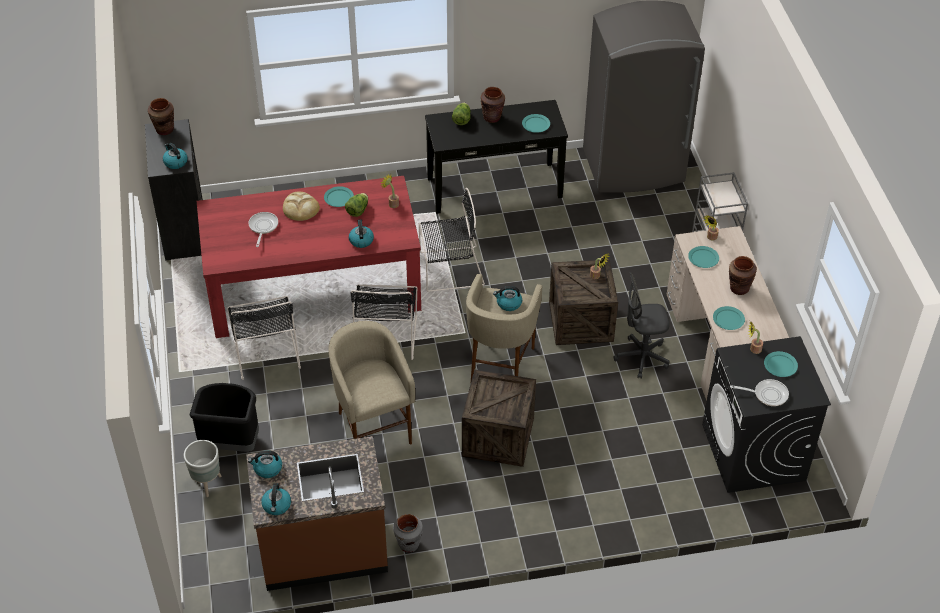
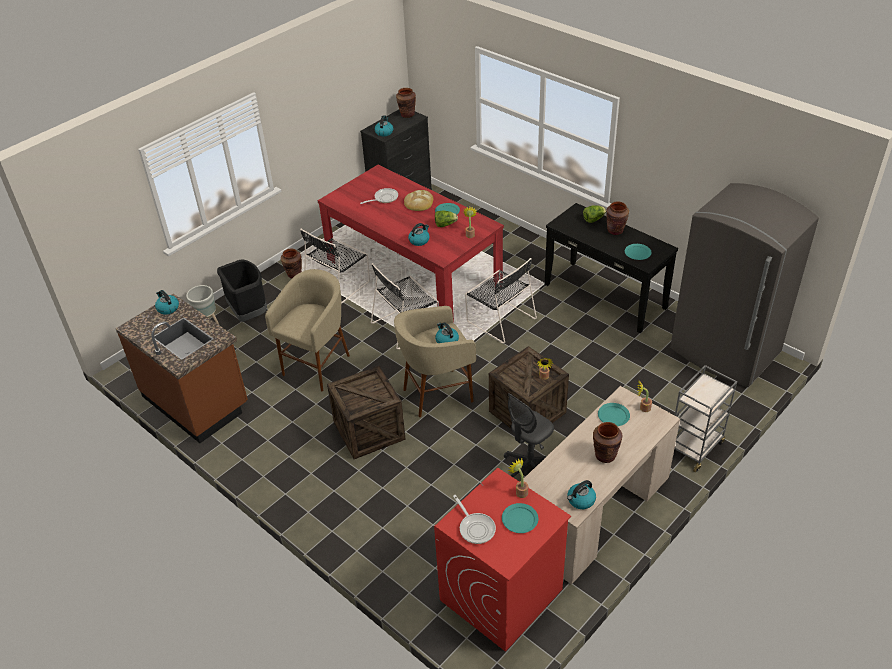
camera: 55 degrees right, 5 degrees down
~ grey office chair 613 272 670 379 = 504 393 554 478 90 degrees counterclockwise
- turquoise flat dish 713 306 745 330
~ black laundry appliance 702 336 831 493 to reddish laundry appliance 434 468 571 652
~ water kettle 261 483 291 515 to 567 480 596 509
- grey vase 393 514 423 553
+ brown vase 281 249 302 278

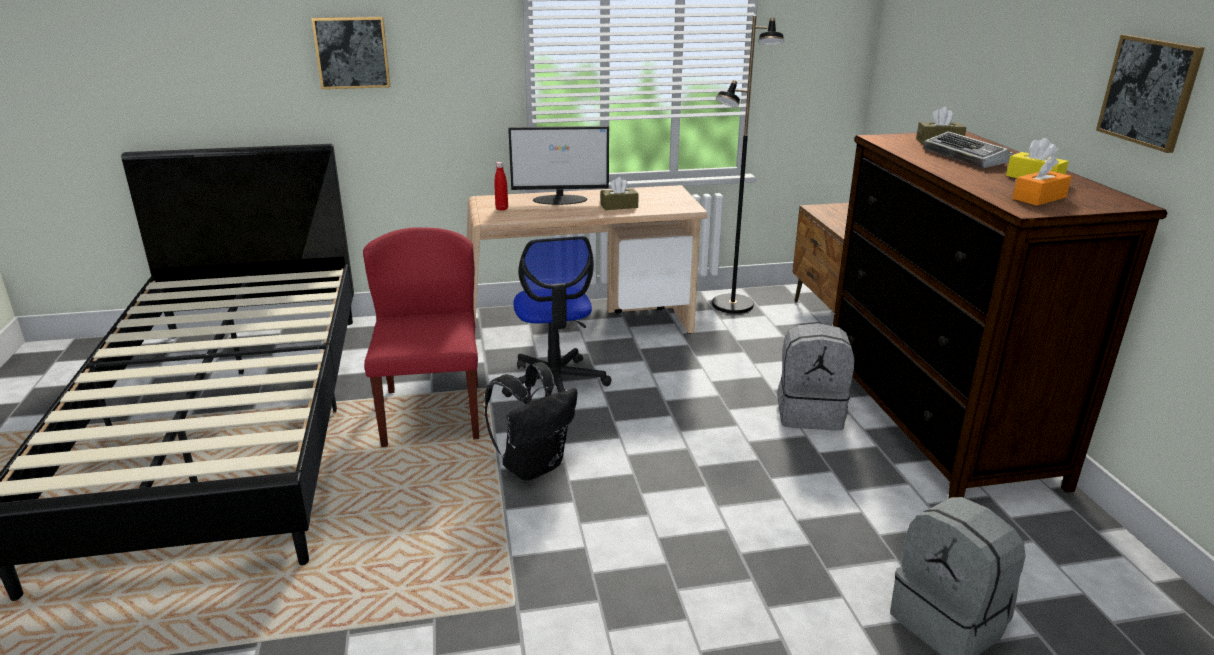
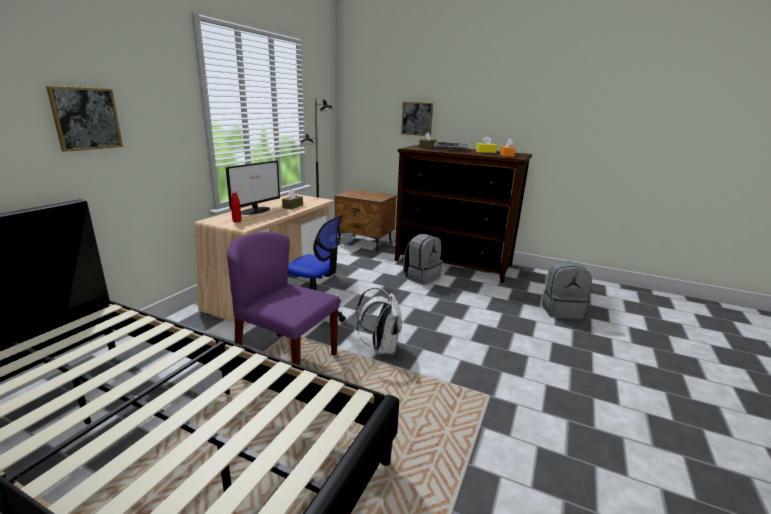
camera: 55 degrees left, 5 degrees down
~ picture 1096 34 1205 153 to 401 102 433 136
~ reddish upright chair 363 228 479 447 to purplish upright chair 227 232 340 365
~ black knapsack 484 362 578 481 to whitish knapsack 356 286 402 355

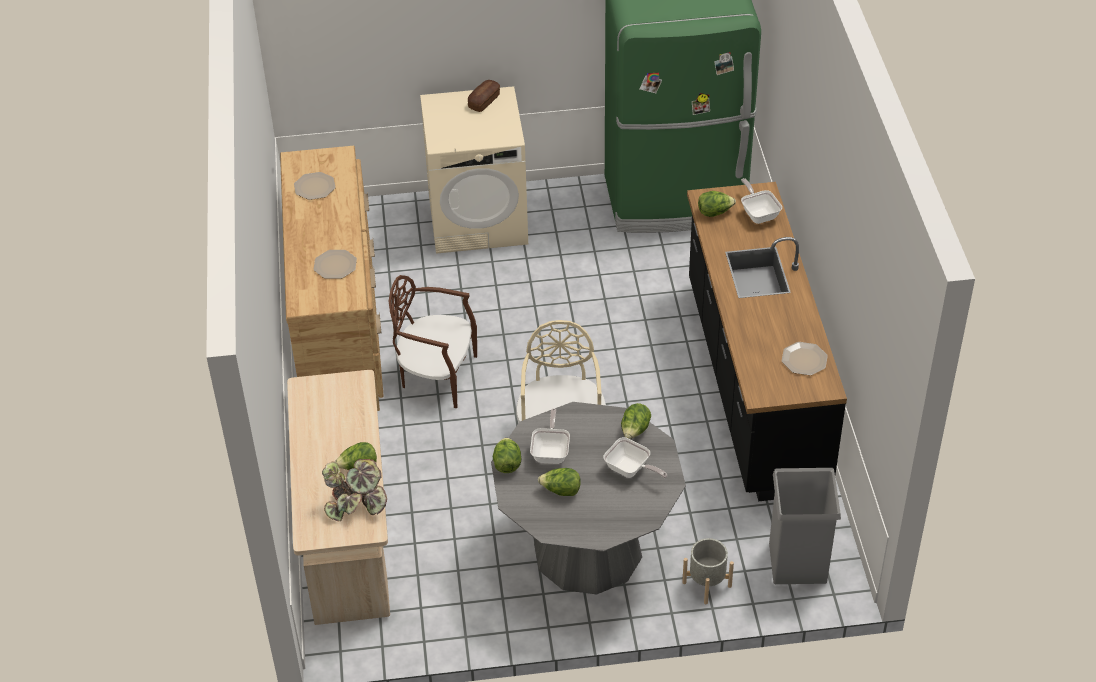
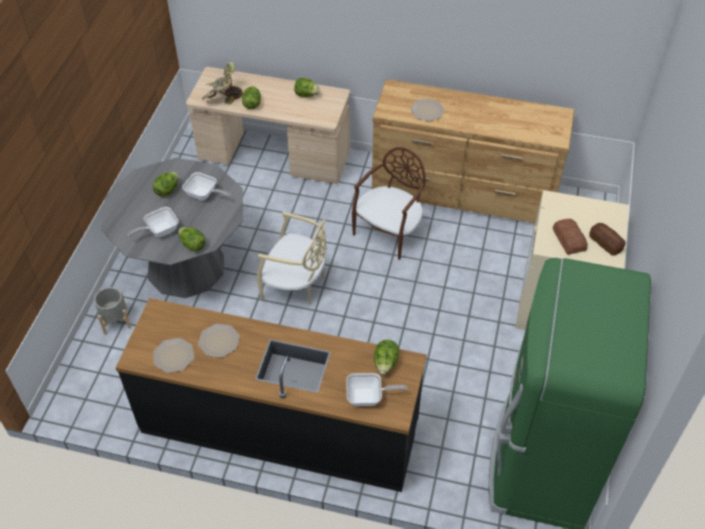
camera: 110 degrees right, 5 degrees up
~ flat dish 294 172 336 200 to 198 323 240 357
~ lettuce 493 438 522 473 to 294 78 320 98
- grey rubbish bin 769 468 841 584
+ bread 552 219 588 255

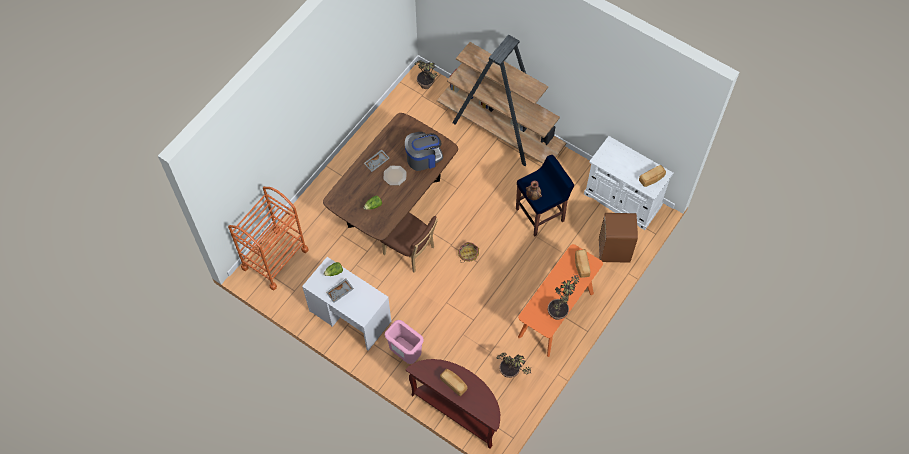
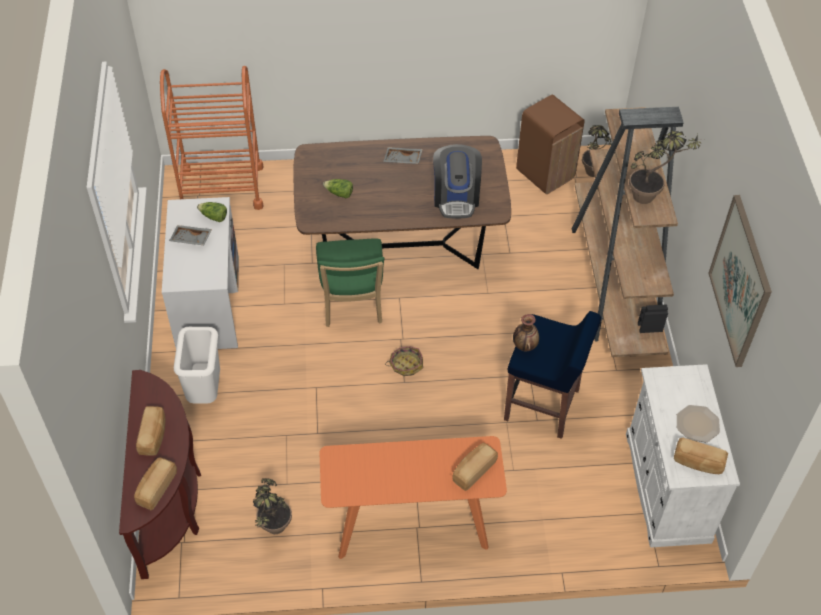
camera: 50 degrees right, 10 degrees down
~ coffee brewer 405 132 443 171 = 433 144 482 218 60 degrees clockwise
~ flat dish 384 166 407 185 to 677 405 720 442
~ brown upright chair 381 213 438 273 to greenish upright chair 316 238 384 327
~ brown rubbish bin 599 213 638 263 to 516 95 585 194
~ houseplant 548 274 580 320 to 629 130 701 204
~ pinkish rubbish bin 385 320 424 364 to whitish rubbish bin 174 327 220 404
+ picture 709 195 772 367
+ bread 134 458 177 510

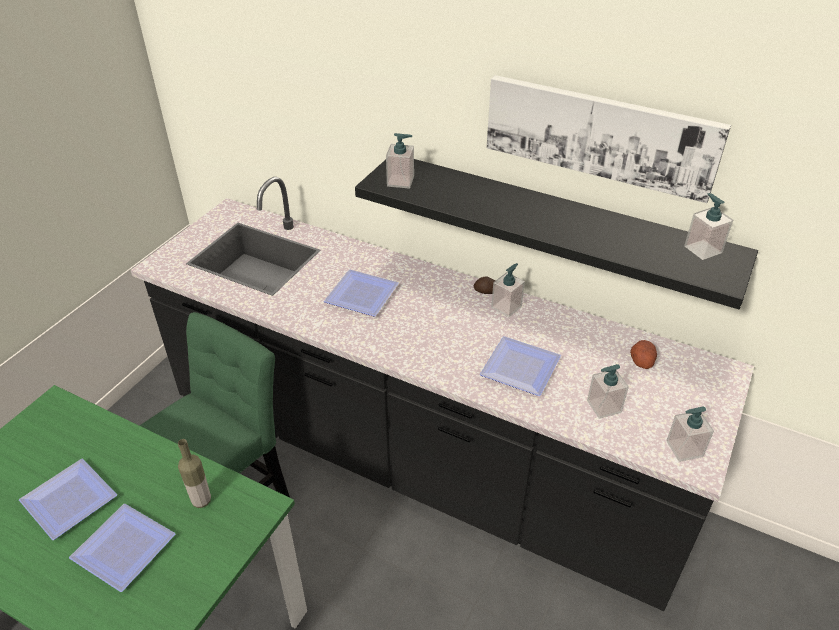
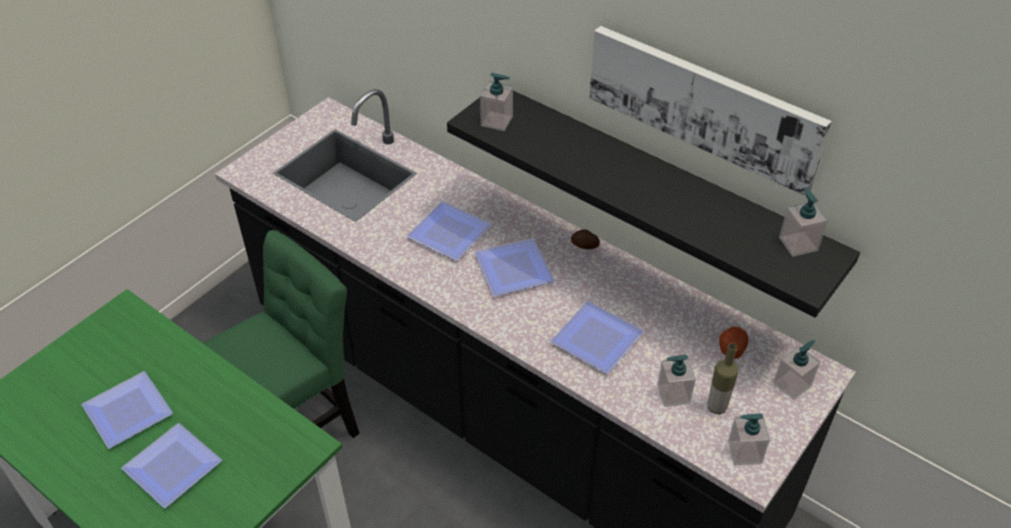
camera: 10 degrees right, 5 degrees up
~ soap bottle 491 263 525 317 to 773 340 820 400
~ drink bottle 178 439 211 508 to 707 343 739 414
+ flat dish 475 238 555 296

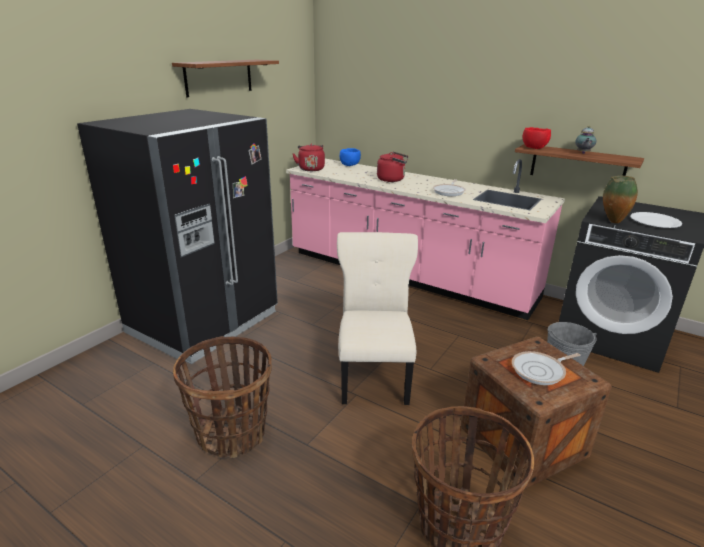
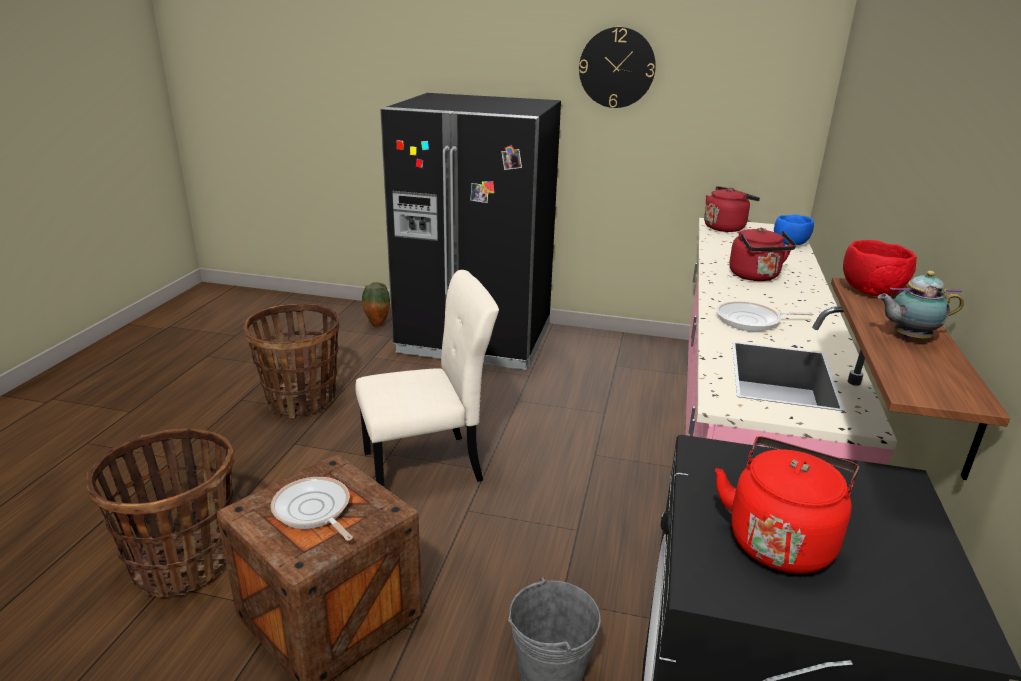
camera: 70 degrees right, 0 degrees up
~ wall shelf 172 60 279 97 to wall clock 579 27 656 108
~ vase 603 176 638 223 to 362 282 390 327
~ whitish flat dish 630 212 682 228 to reddish water kettle 715 436 859 574

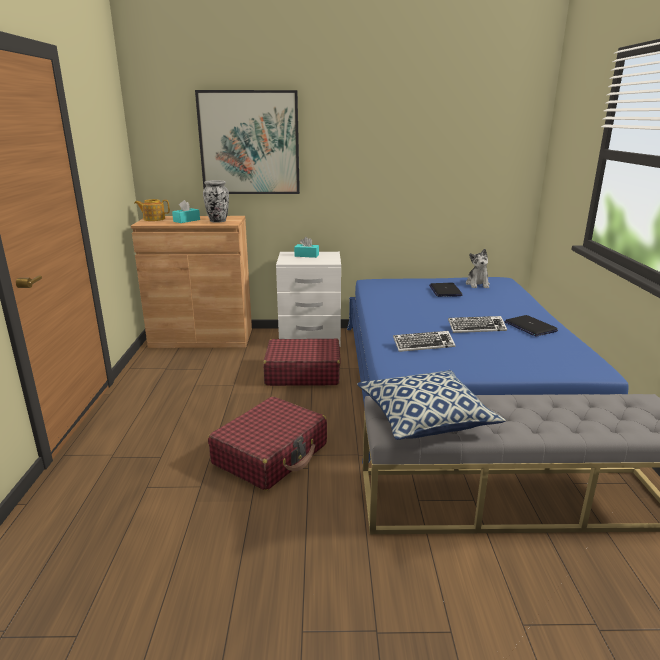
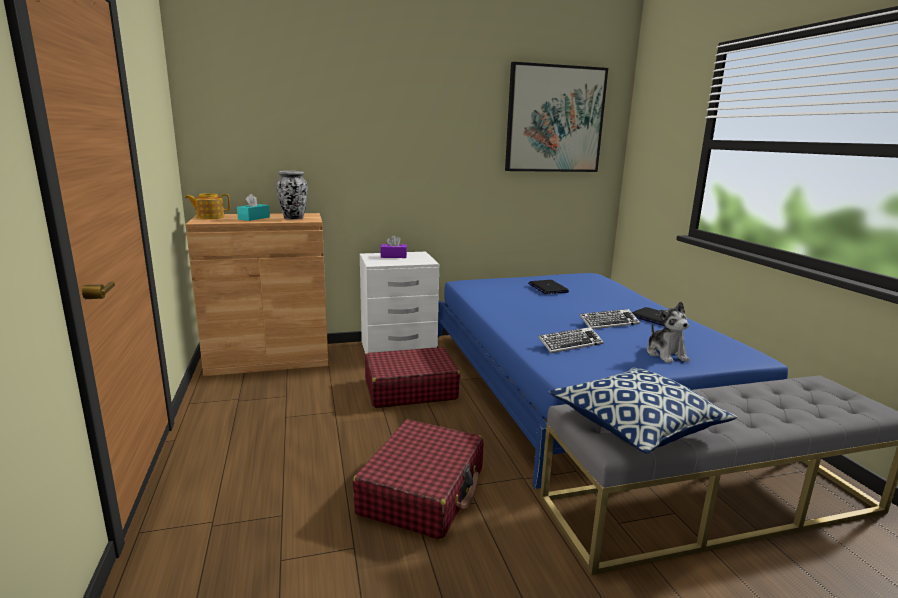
camera: 15 degrees left, 5 degrees down
~ picture 195 90 300 194 to 505 62 608 172
~ turquoise tissue holder 294 237 319 258 to purplish tissue holder 380 235 407 258
~ plush toy 466 249 490 288 to 647 302 690 363

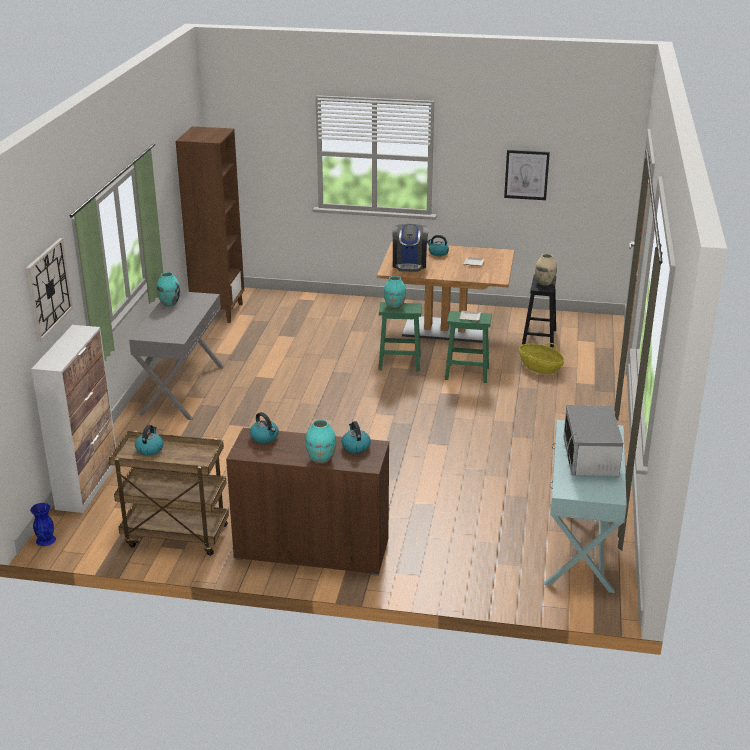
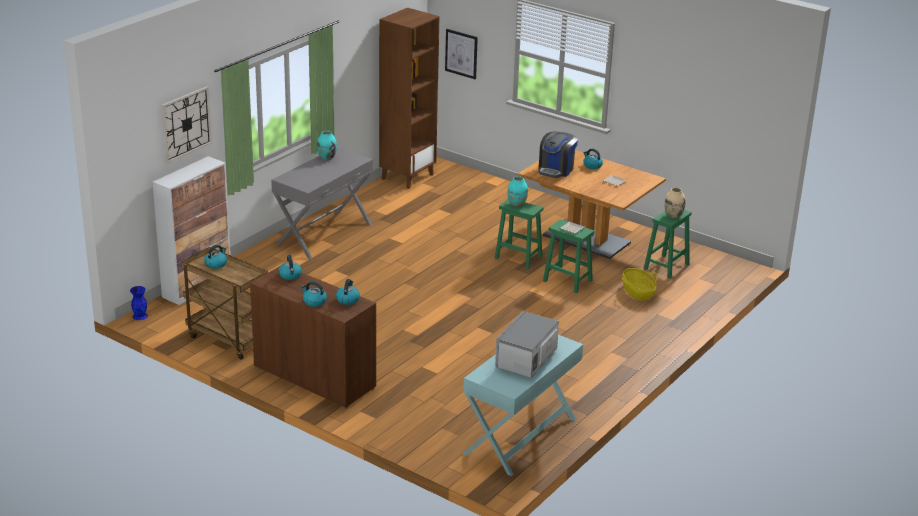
camera: 25 degrees right, 0 degrees up
~ picture 504 150 550 200 to 445 29 478 79
~ black stool 522 274 556 347 to greenish stool 644 210 692 279
~ turquoise vase 306 419 336 464 to water kettle 301 281 327 307

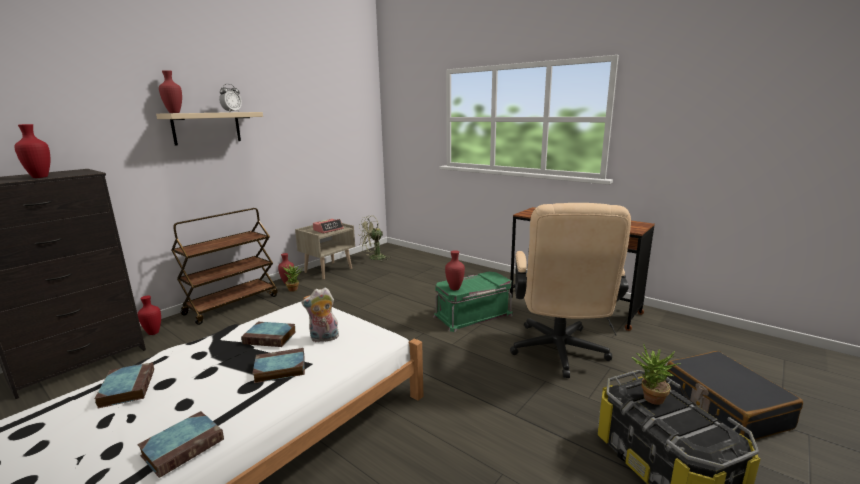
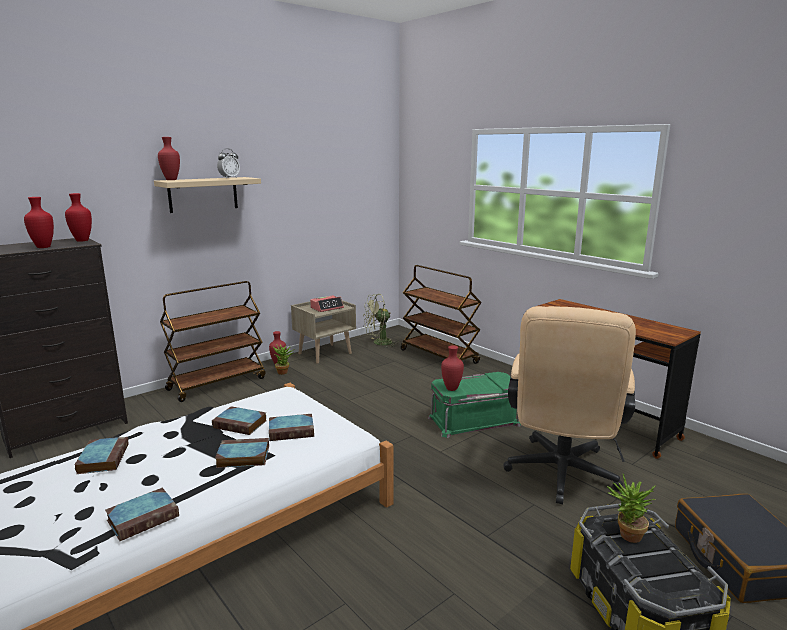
camera: 10 degrees right, 0 degrees up
~ plush toy 301 288 339 342 to volume 269 414 314 441
~ reddish vase 138 296 161 335 to 65 193 92 242
+ brown cart 401 265 482 364

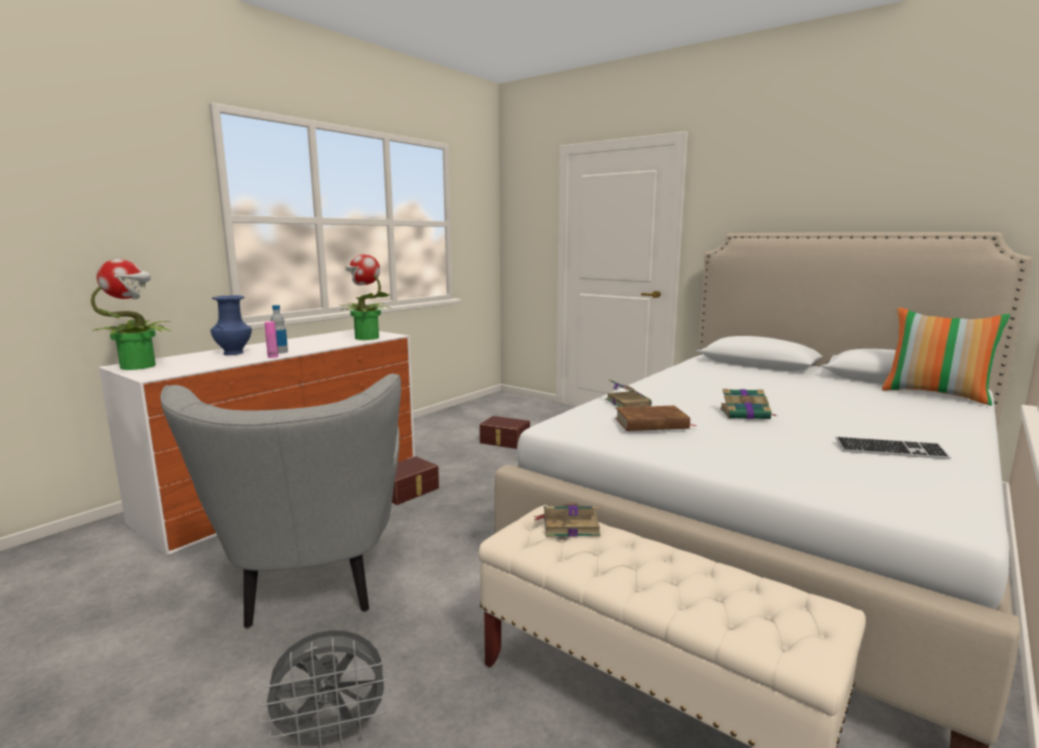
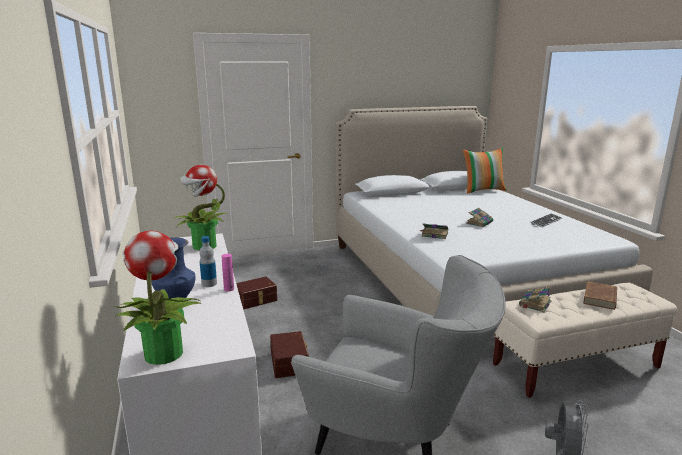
camera: 55 degrees left, 5 degrees up
~ brown volume 615 406 696 431 to 583 281 617 310

